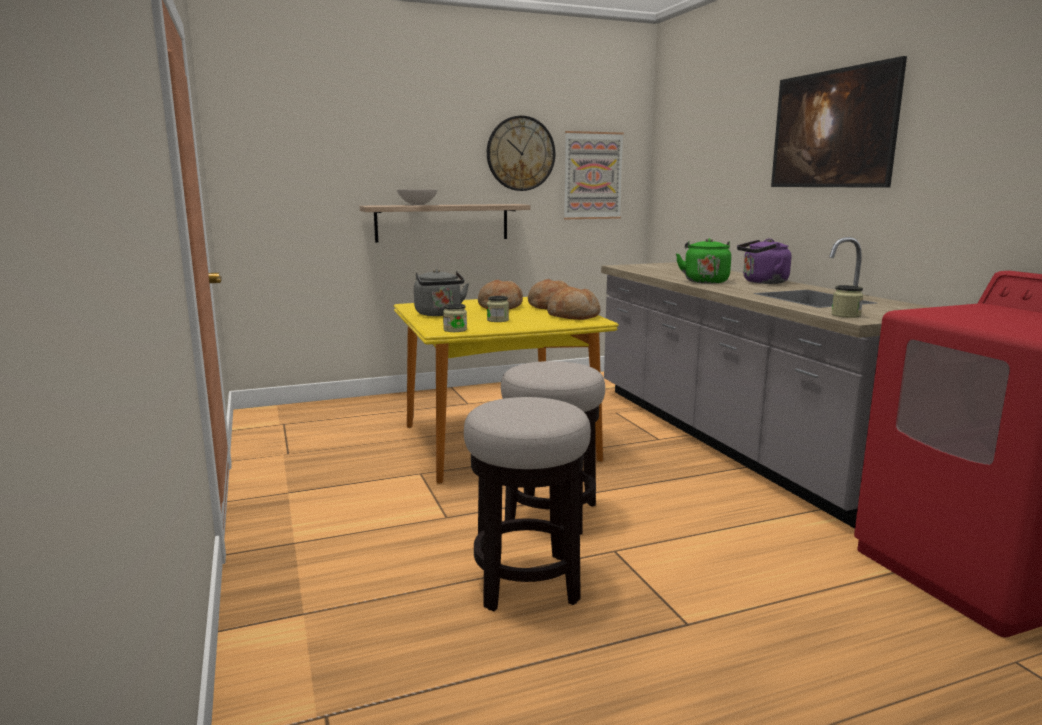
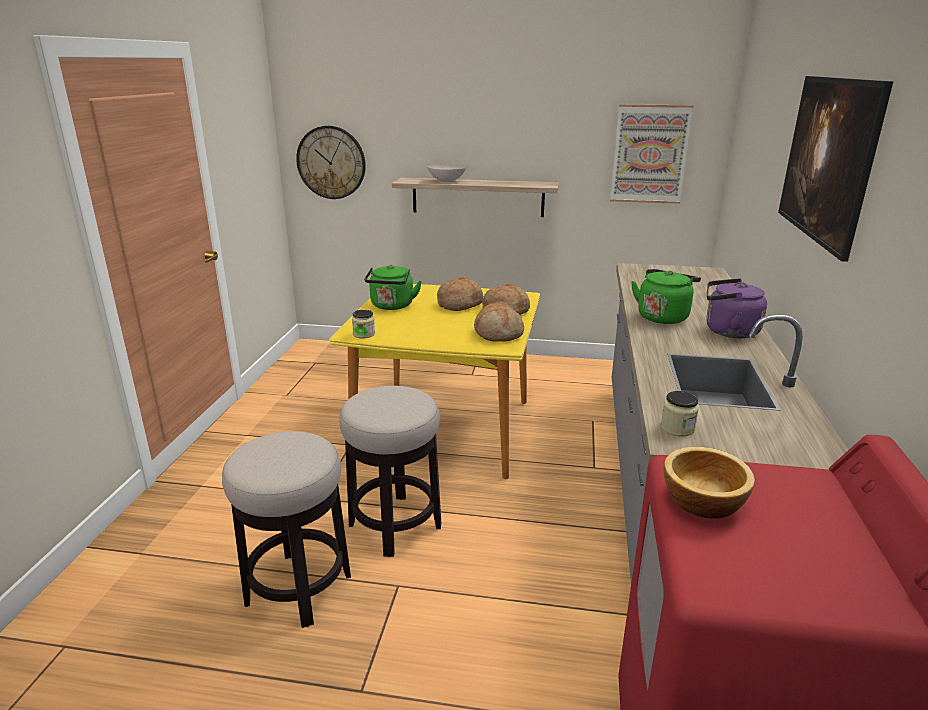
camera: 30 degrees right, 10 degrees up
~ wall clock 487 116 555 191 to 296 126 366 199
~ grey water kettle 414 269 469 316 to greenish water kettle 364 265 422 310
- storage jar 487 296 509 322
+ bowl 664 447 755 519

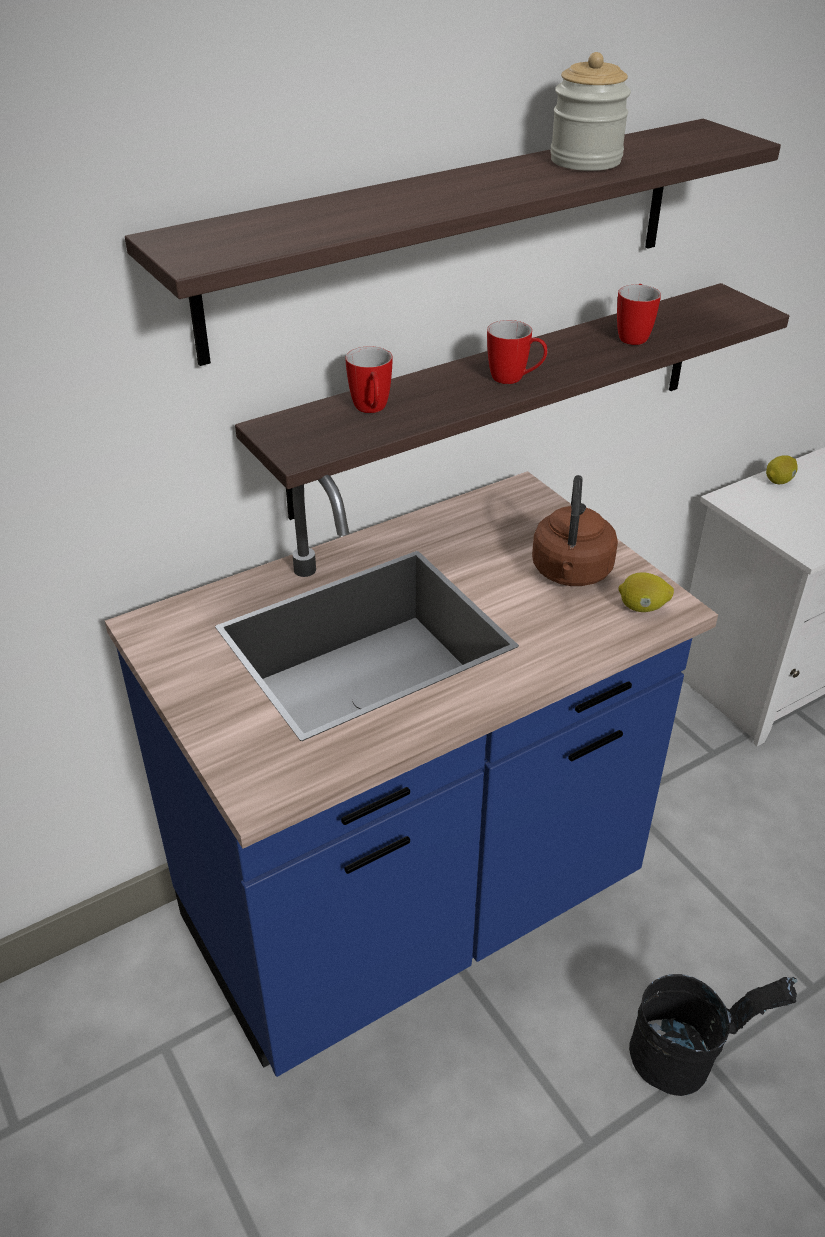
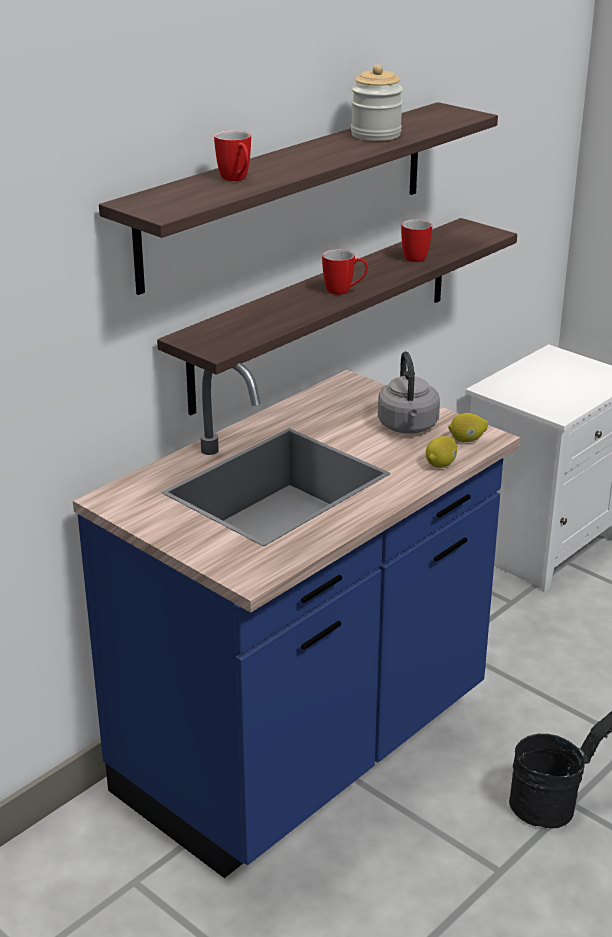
camera: 15 degrees left, 10 degrees down
~ tea mug 345 346 392 413 to 214 130 251 181
~ whole lemon 766 455 798 484 to 426 436 457 468
~ brown water kettle 532 475 618 586 to grey water kettle 378 351 440 434

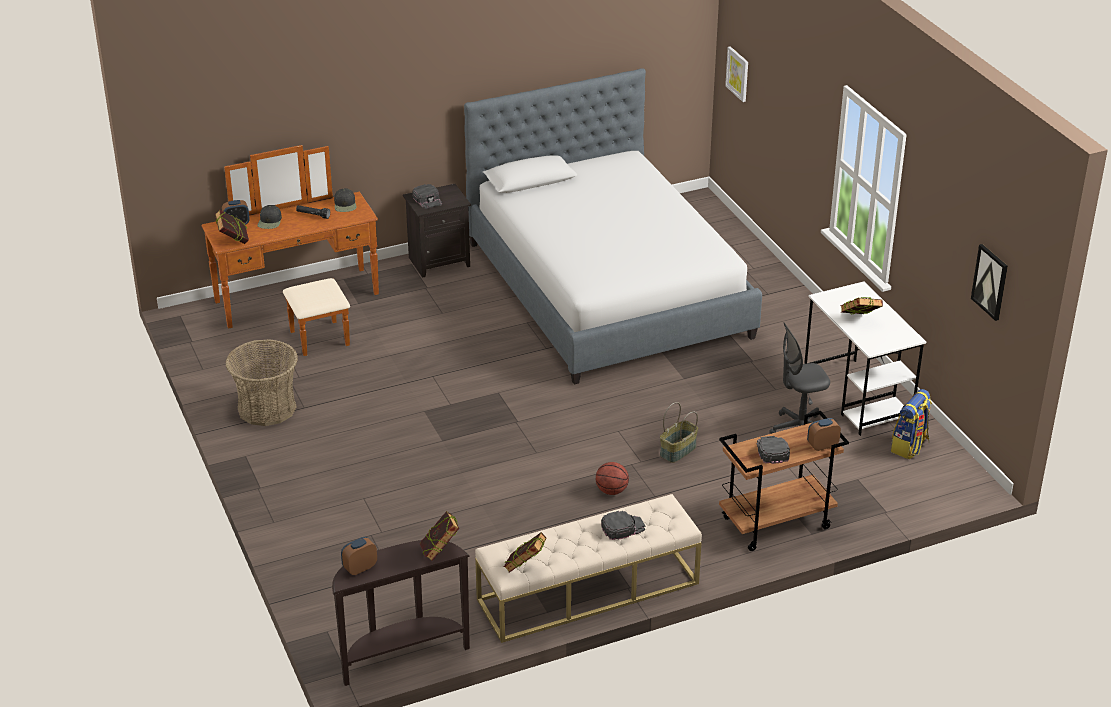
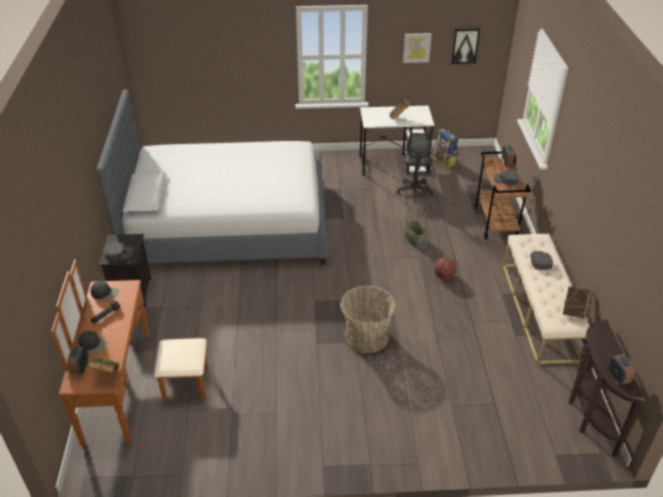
camera: 70 degrees left, 5 degrees up
~ picture 725 46 748 102 to 403 33 432 63
~ household basket 225 339 298 426 to 340 286 396 353
- volume 419 511 459 561

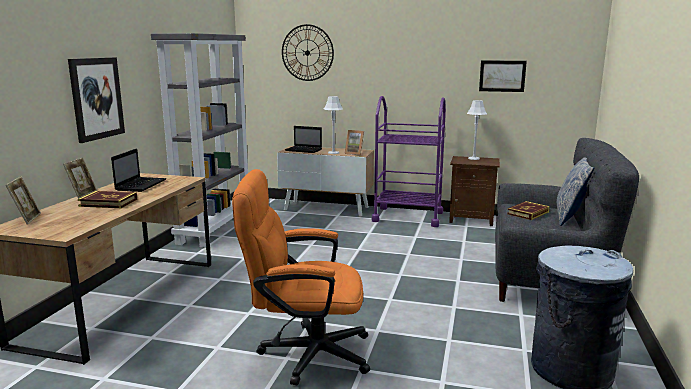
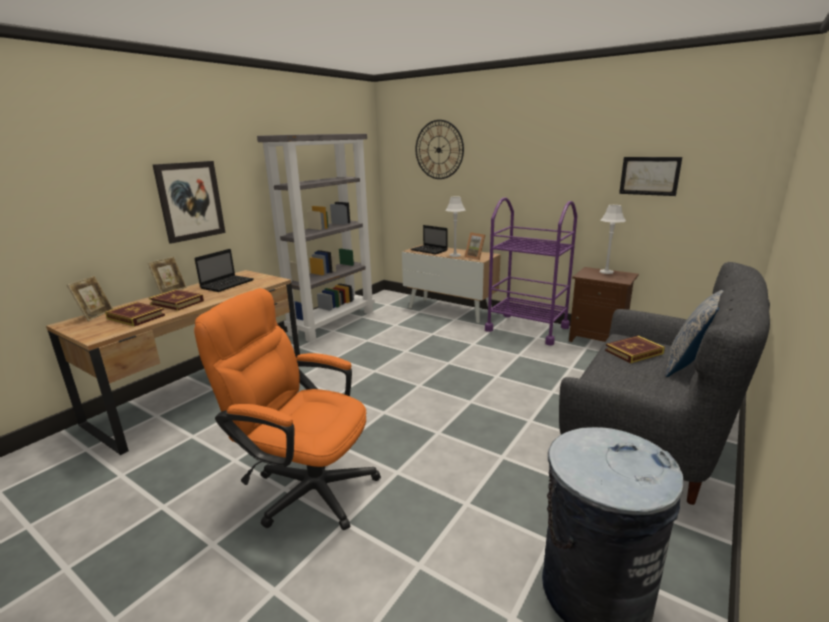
camera: 20 degrees right, 5 degrees up
+ volume 105 302 165 327

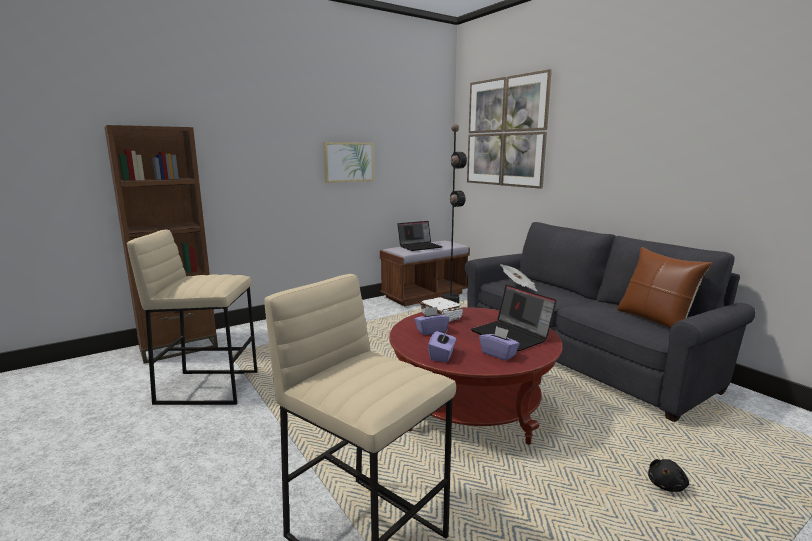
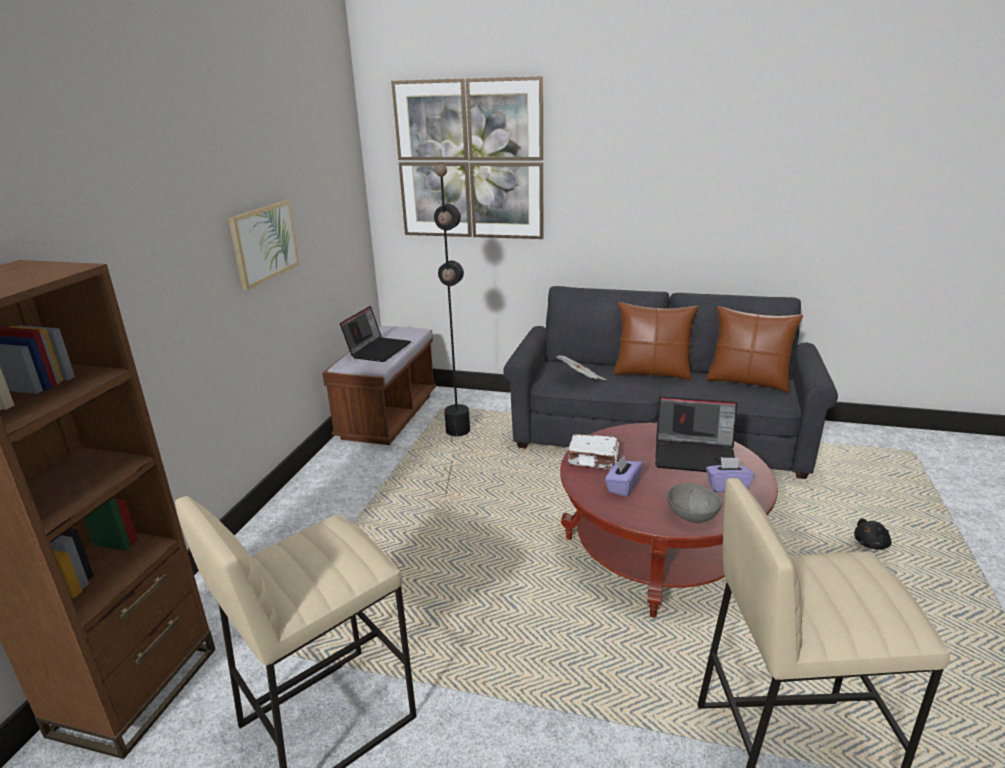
camera: 40 degrees left, 10 degrees up
~ purplish tissue holder 428 329 456 362 to grey bowl 667 483 722 523
~ black plush toy 648 459 689 492 = 854 518 892 550 60 degrees clockwise
+ brown cushion 613 302 698 380

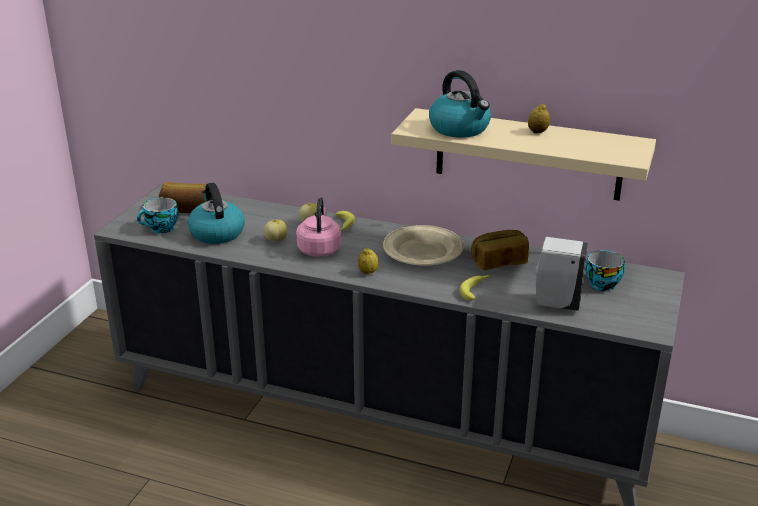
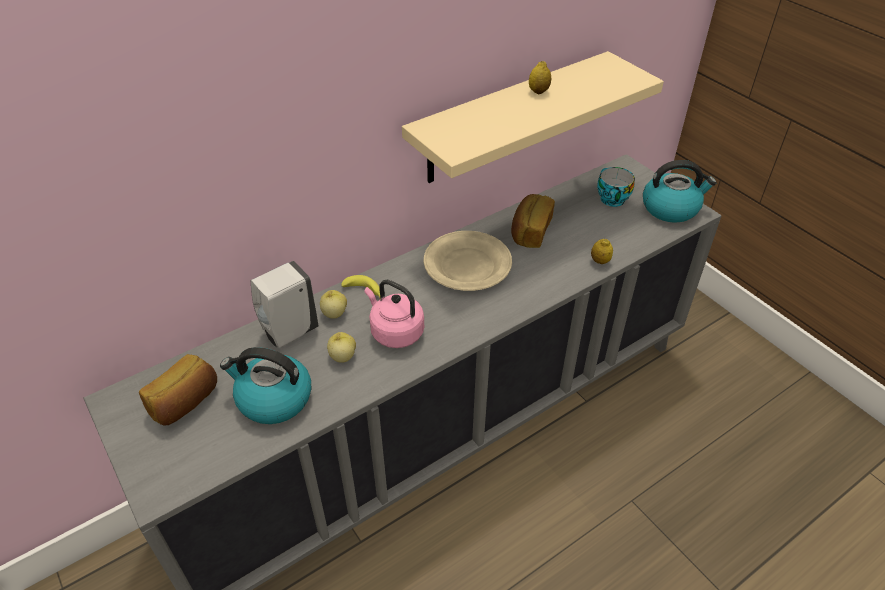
camera: 55 degrees left, 15 degrees up
~ water kettle 429 70 491 138 to 643 160 717 223
- drinking cup 137 197 178 233
~ whitish soap bottle 535 237 588 311 to 251 261 319 348
~ whole lemon 358 248 379 274 to 591 239 613 264
- banana fruit 459 275 489 301

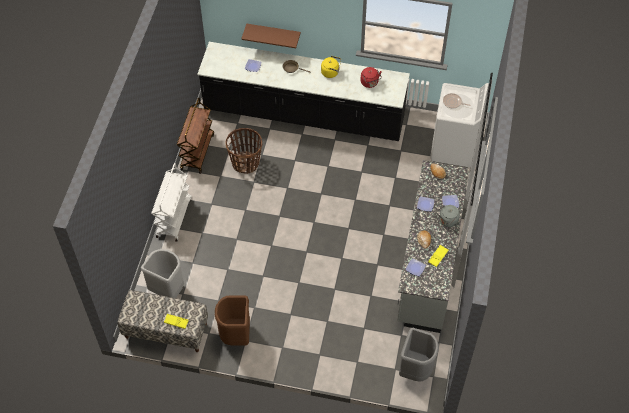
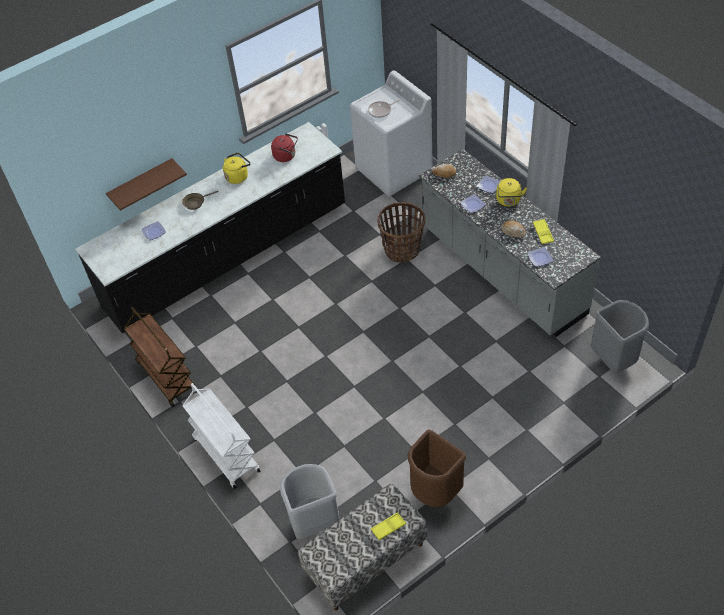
camera: 45 degrees left, 5 degrees down
~ household basket 226 128 262 174 to 377 202 425 263
~ grey water kettle 436 205 460 227 to yellow water kettle 496 178 527 207

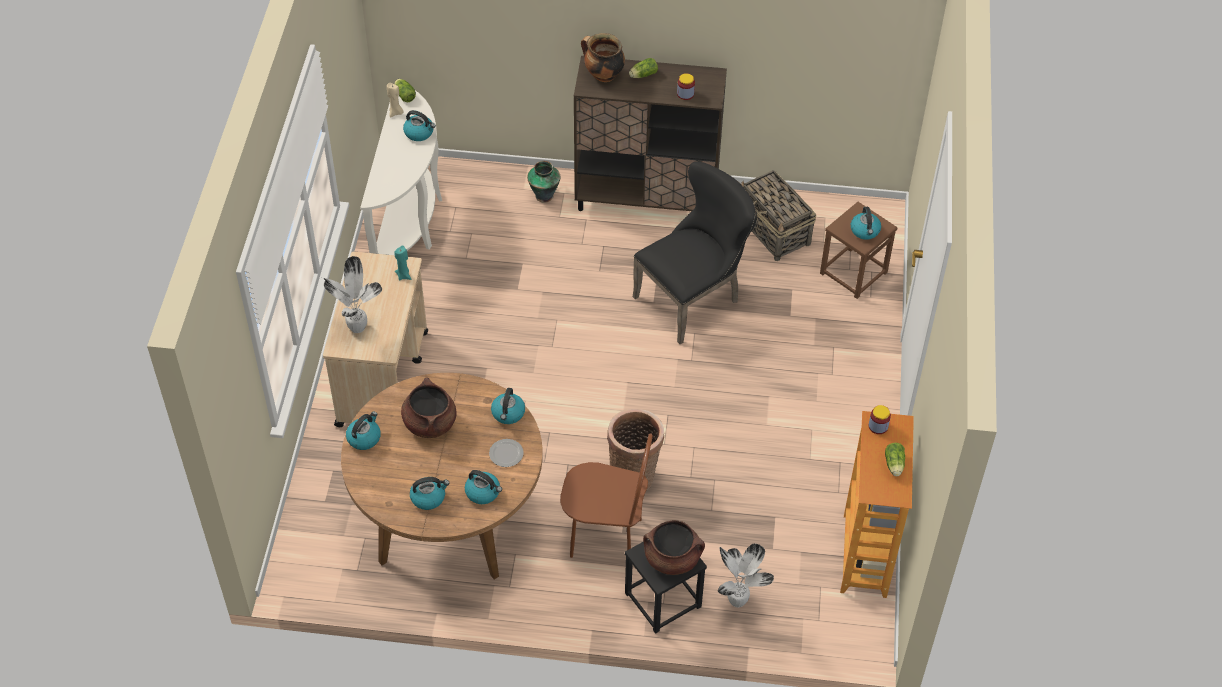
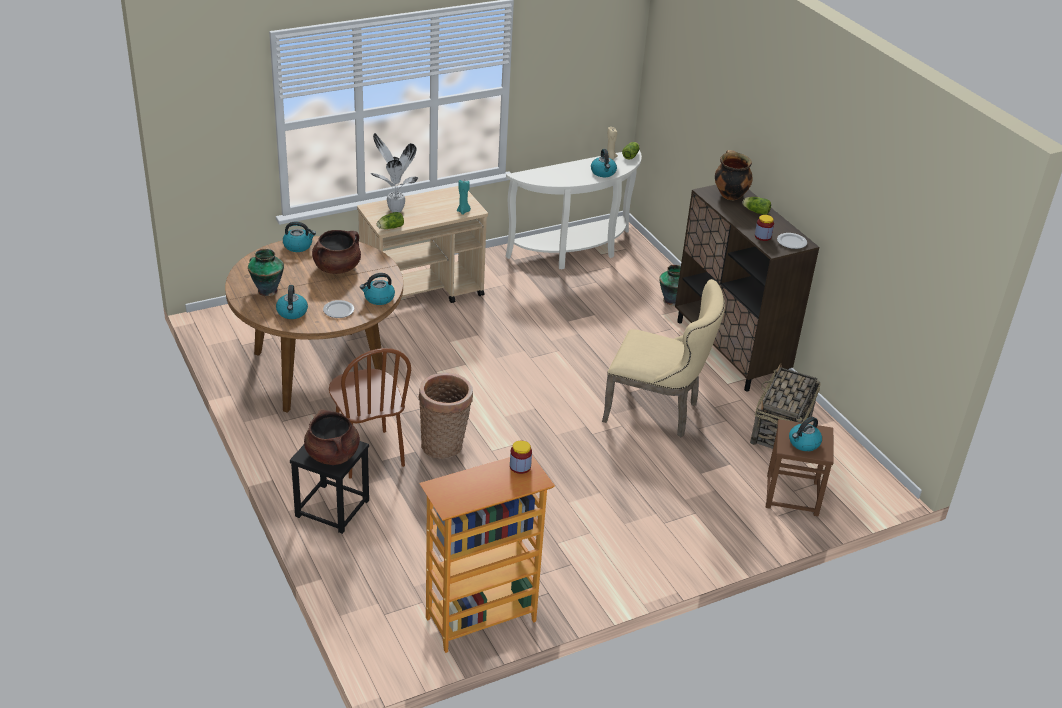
camera: 55 degrees right, 15 degrees down
~ black upright chair 633 161 757 344 to sand-coloured upright chair 602 279 725 437
~ lettuce 885 443 905 476 to 377 212 404 229
~ water kettle 410 477 449 510 to vase 248 249 284 296
- houseplant 718 543 774 607
+ flat dish 777 233 807 249

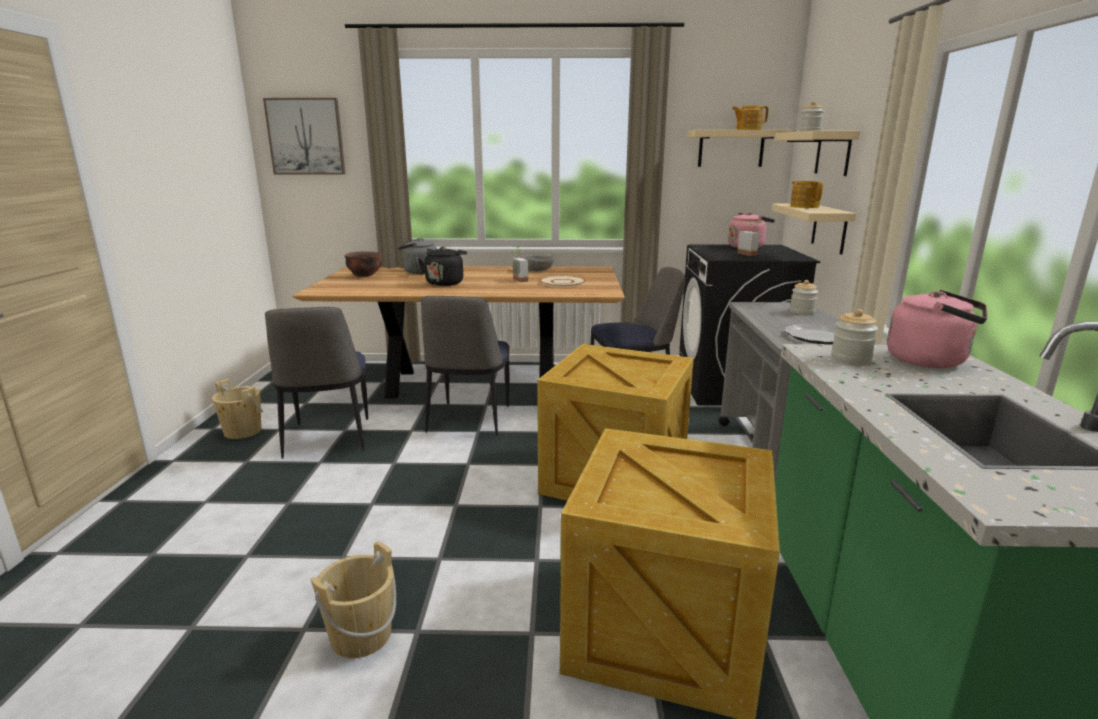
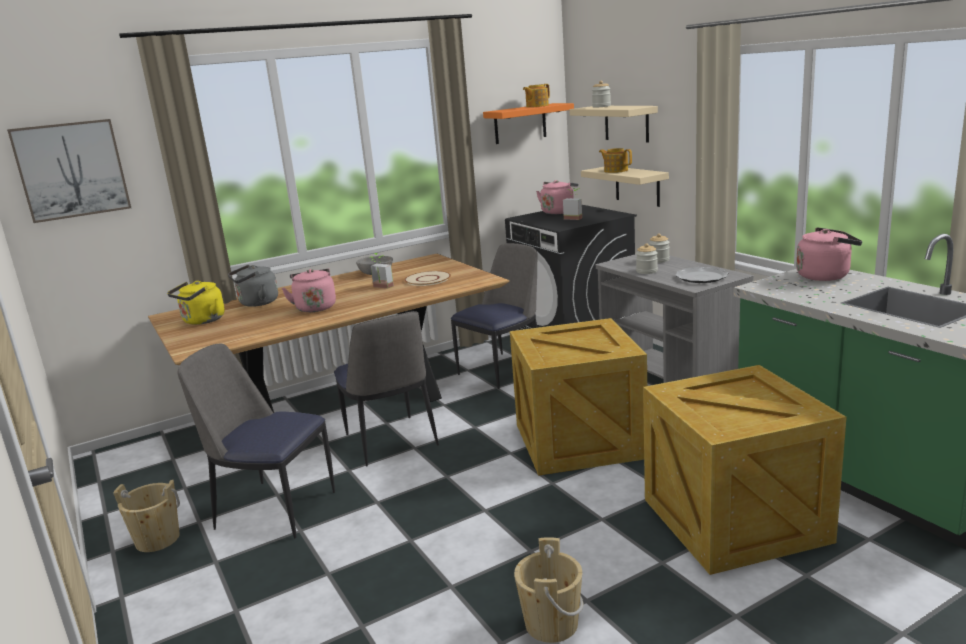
camera: 30 degrees left, 0 degrees up
~ sand-coloured wall shelf 687 130 791 167 to orange-coloured wall shelf 483 103 574 144
~ black water kettle 418 247 467 286 to pinkish water kettle 282 268 336 312
~ brown bowl 344 252 382 277 to yellow water kettle 167 281 224 325
~ upright chair 265 307 368 459 = 178 344 335 538 150 degrees clockwise
~ storage jar 831 309 878 365 to 636 243 658 274

